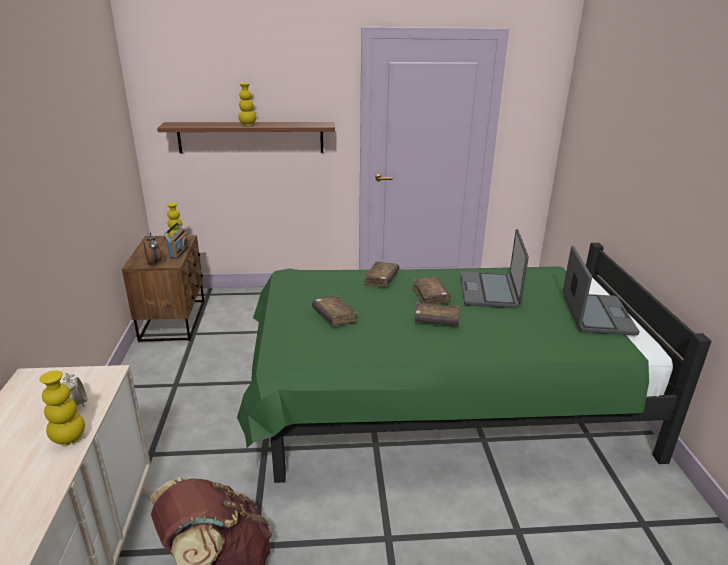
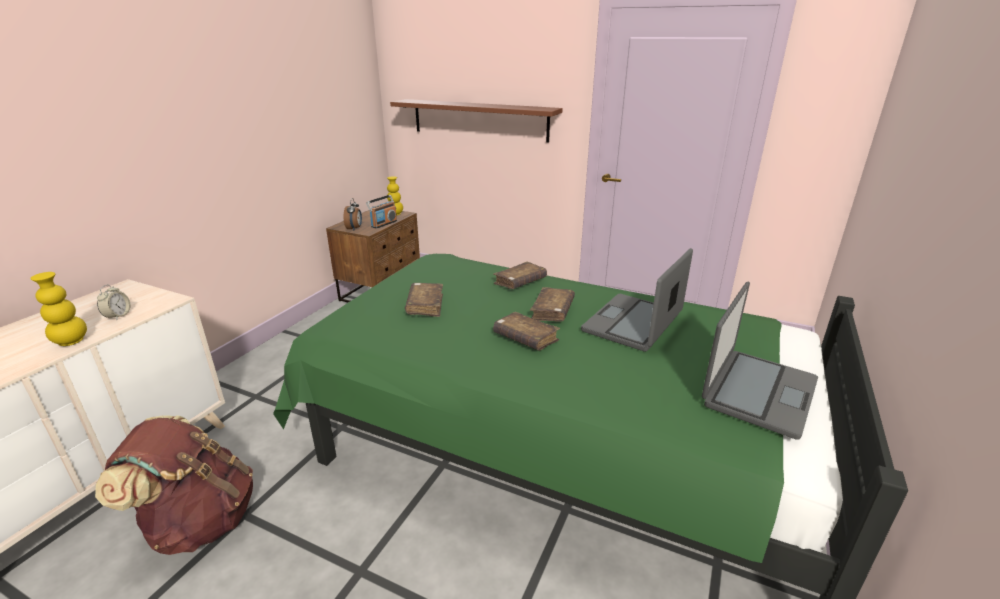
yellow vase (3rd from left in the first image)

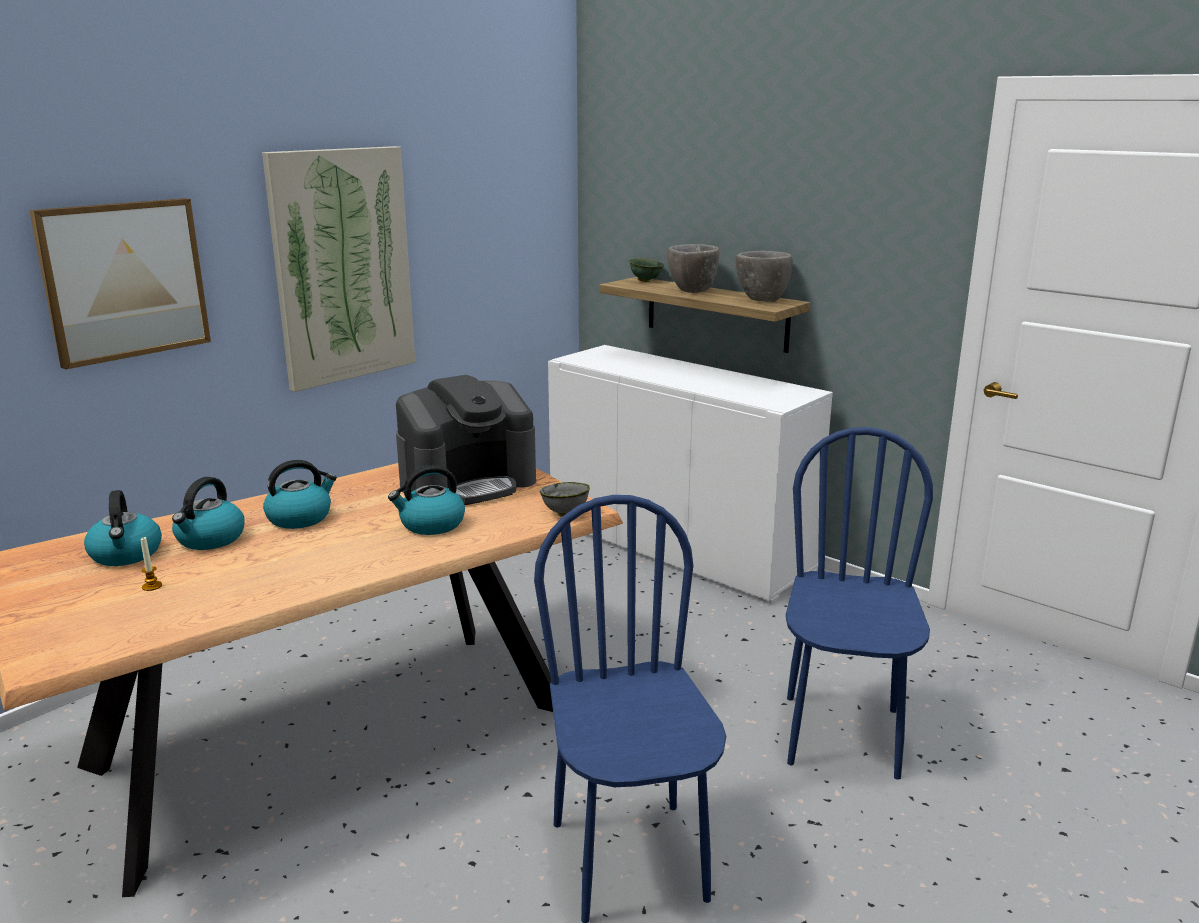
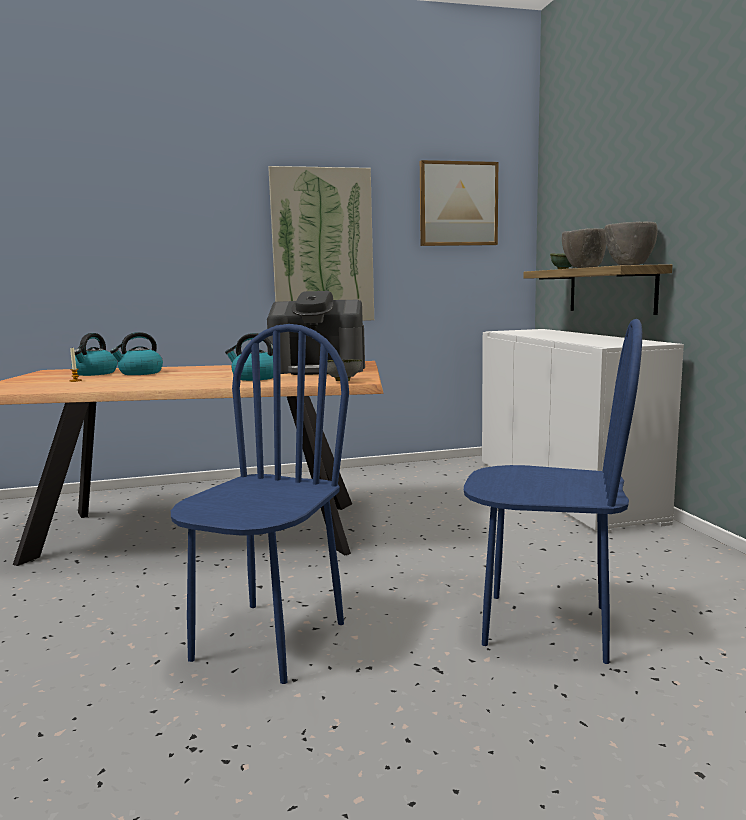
picture (2nd from left)
blue chair (2nd from left)
kettle (3rd from left in the first image)

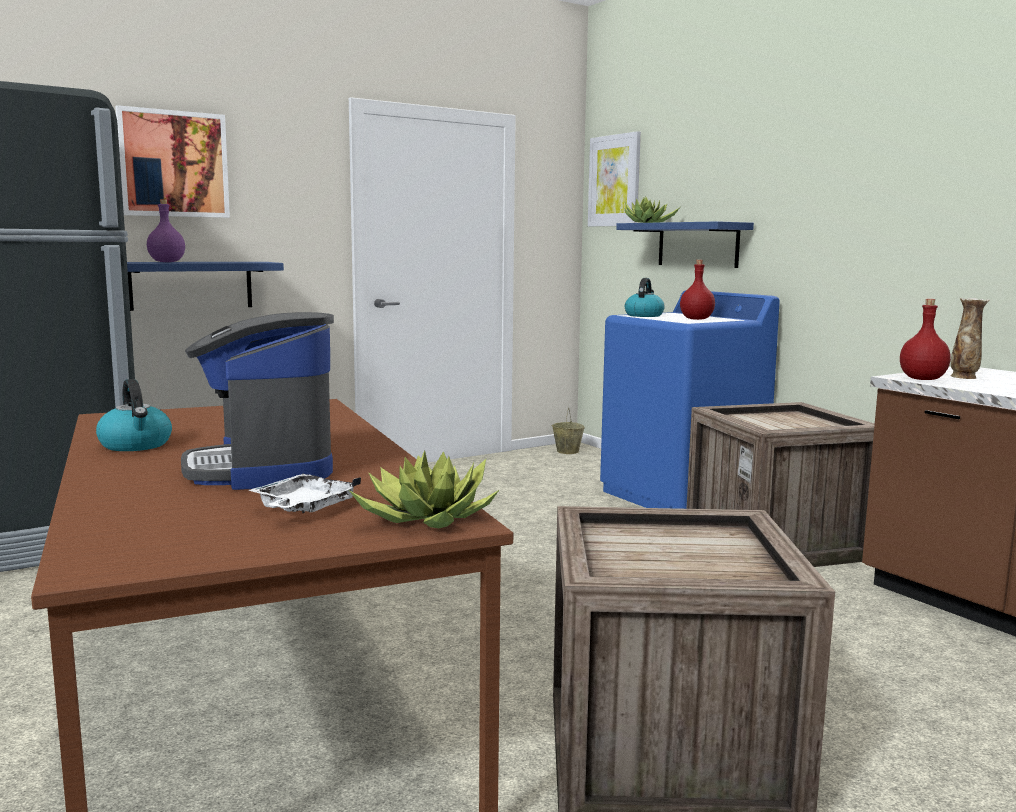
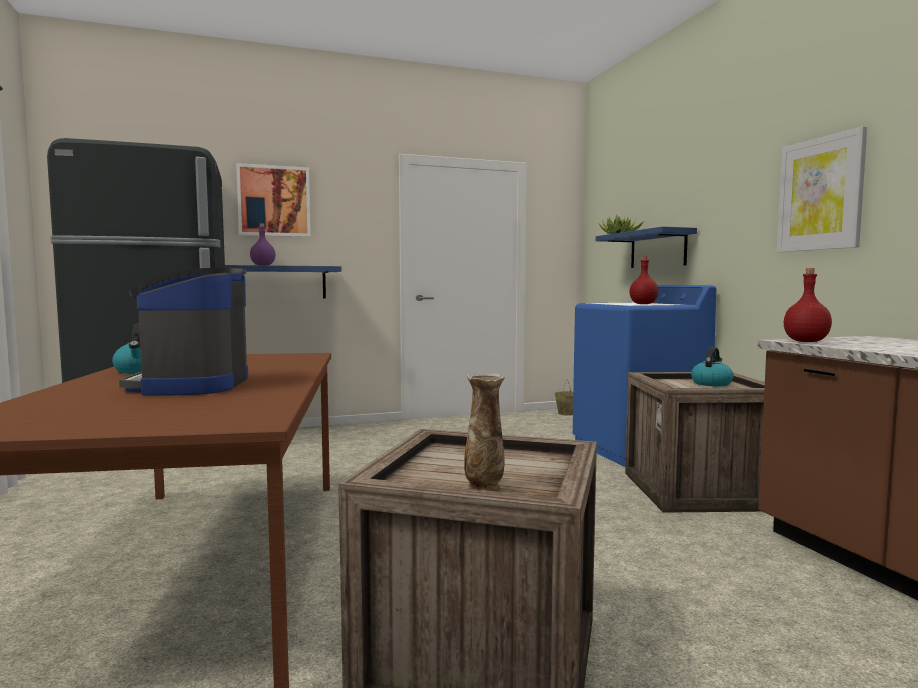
picture (2nd from left)
kettle (2nd from left)
vase
potted plant (1st from left in the first image)
white tray

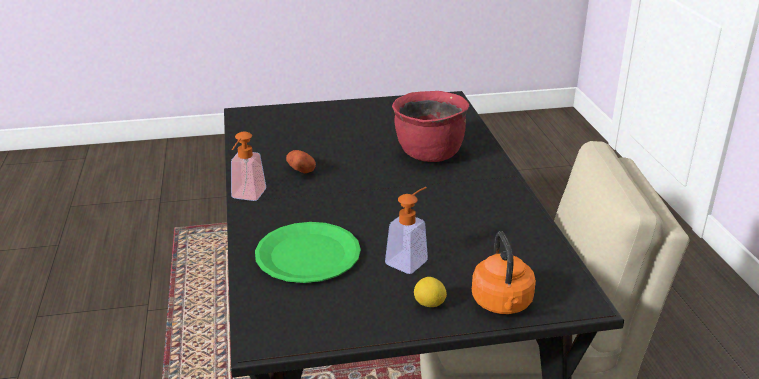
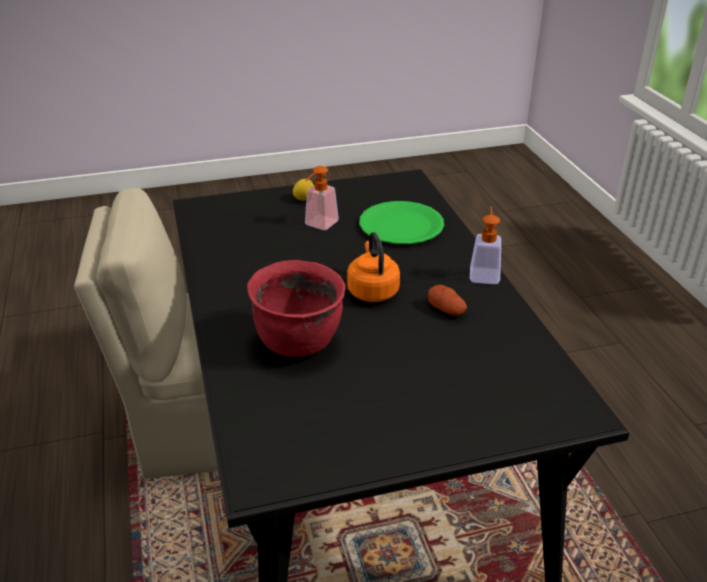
orange kettle

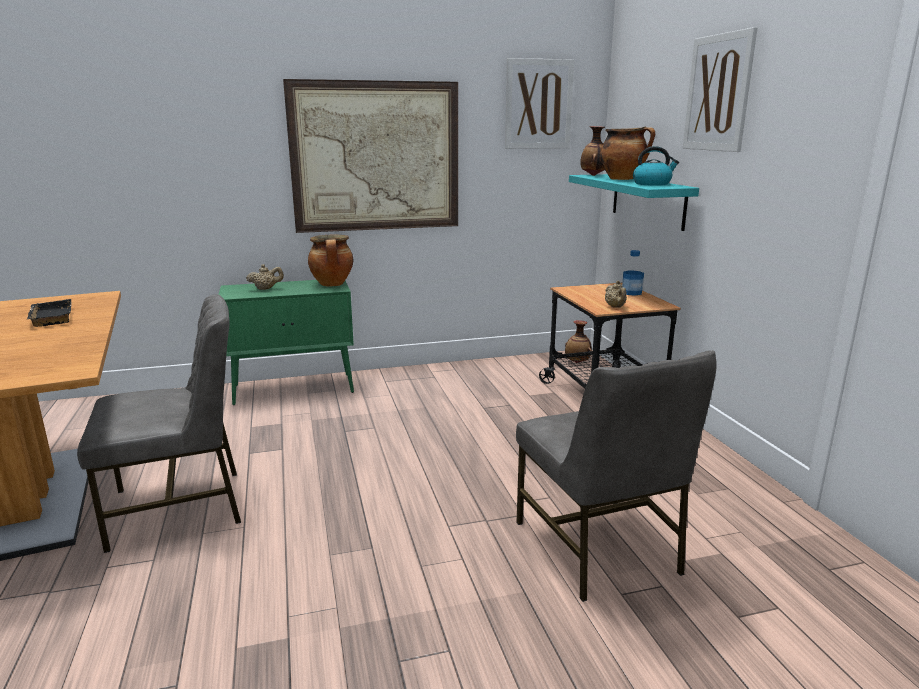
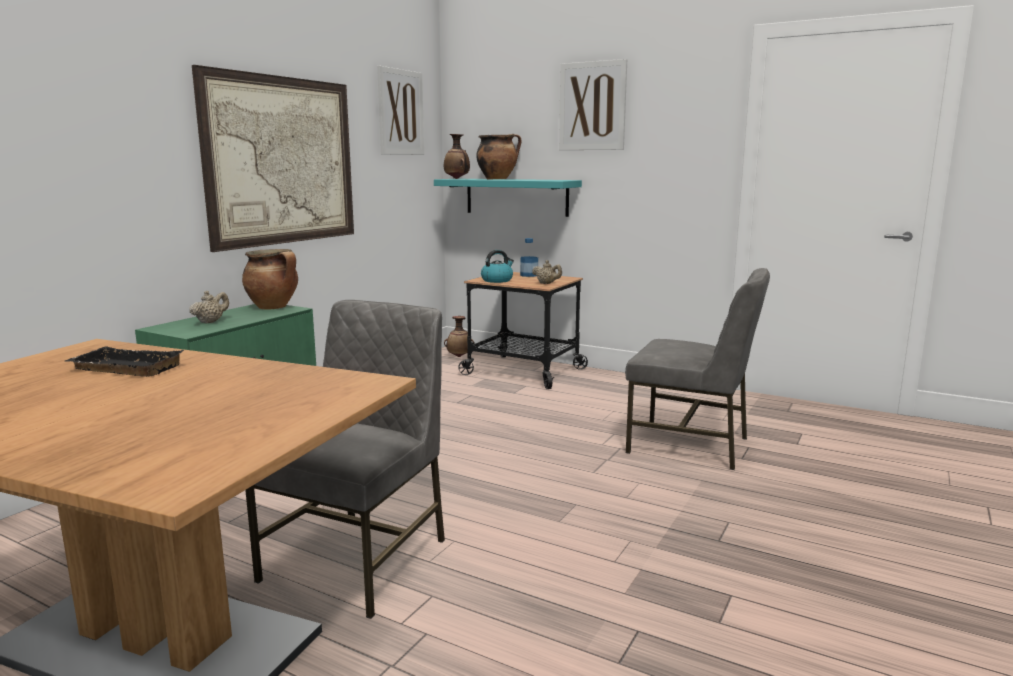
kettle

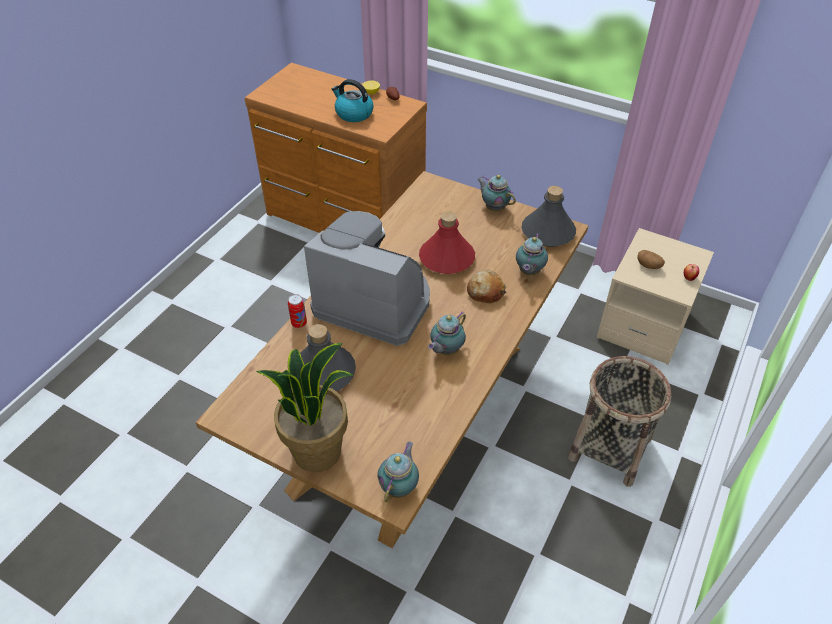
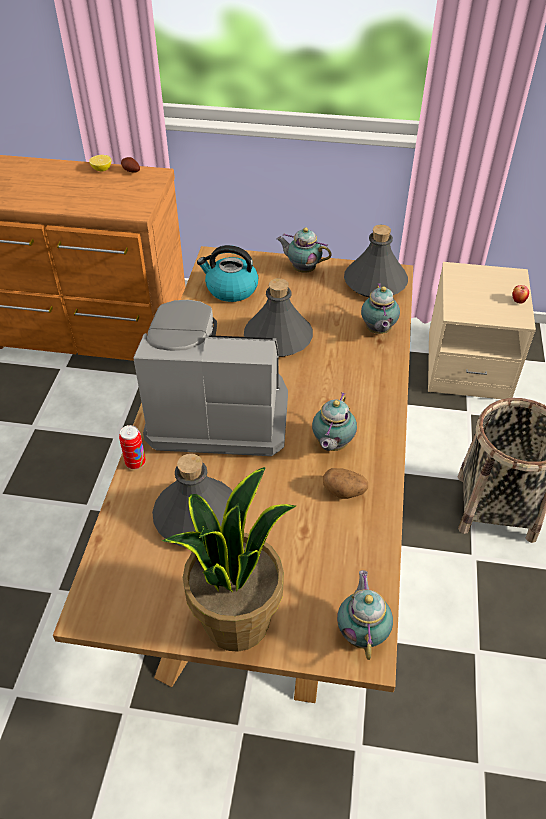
kettle
grey bottle (2nd from left)
potato (2nd from left)
bread

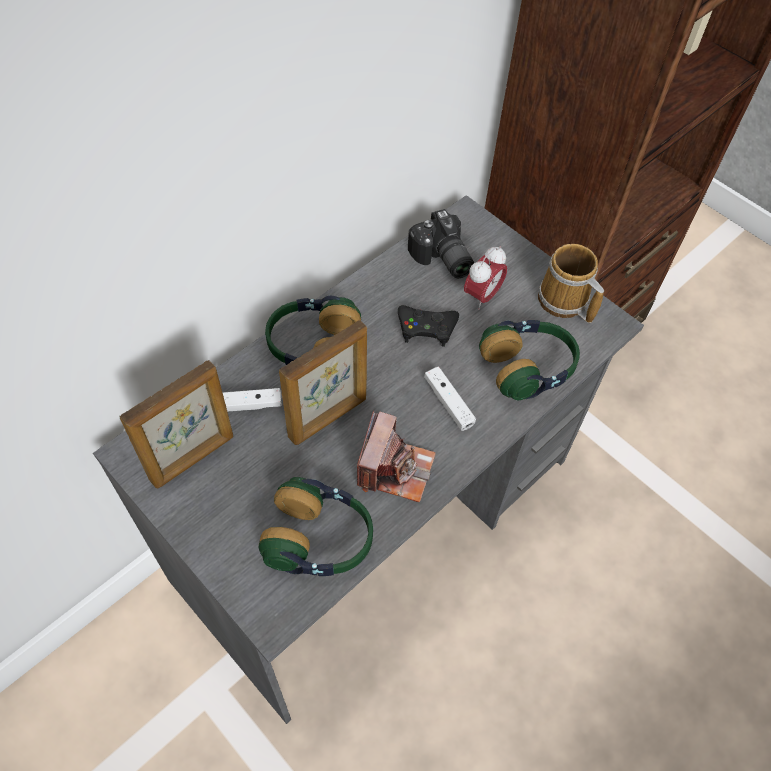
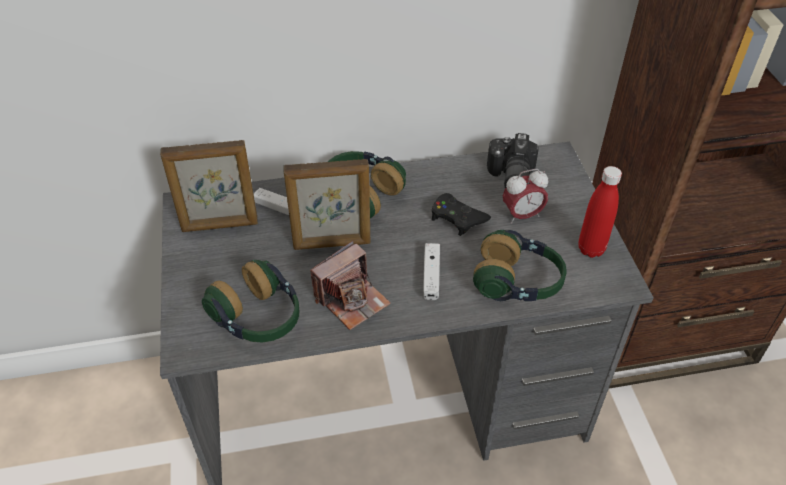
red bottle

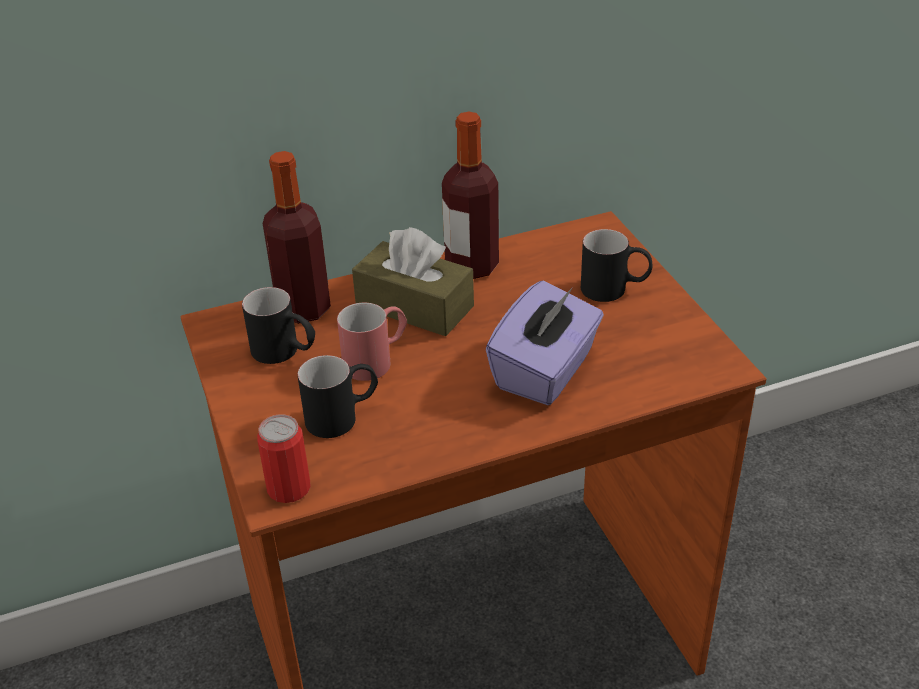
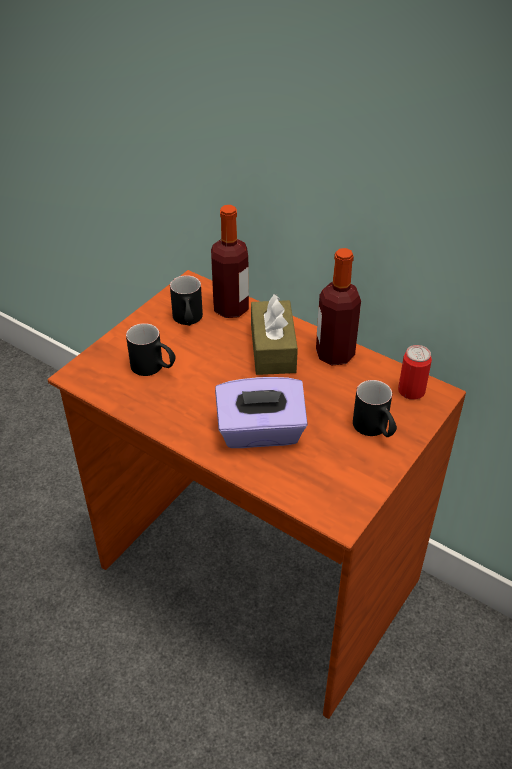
red mug
can

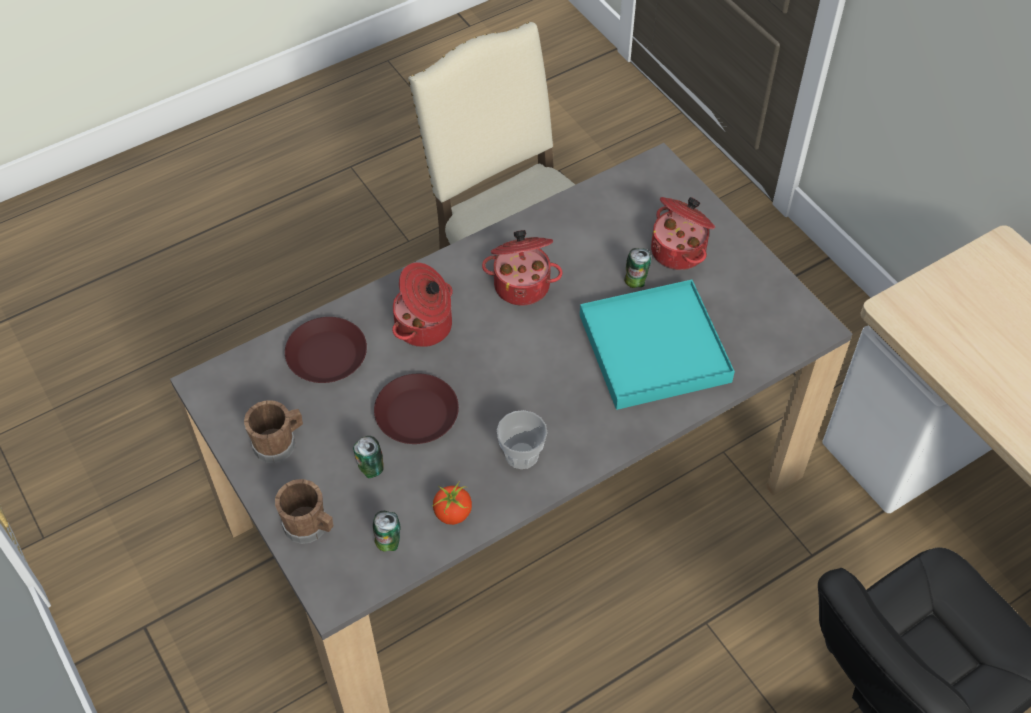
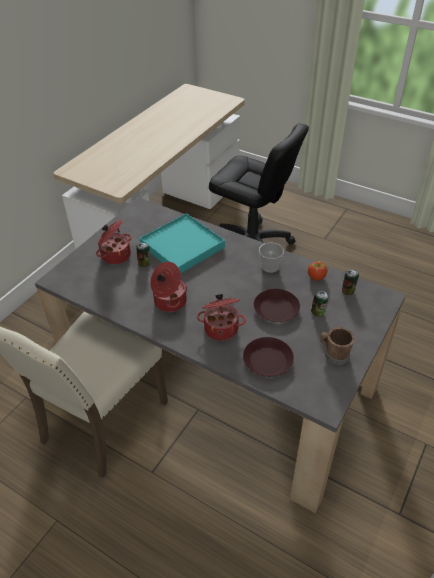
brown mug (2nd from left in the first image)

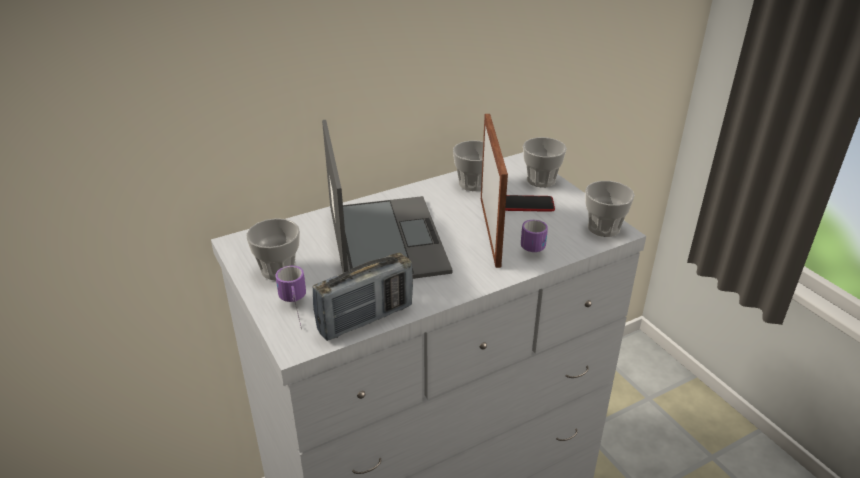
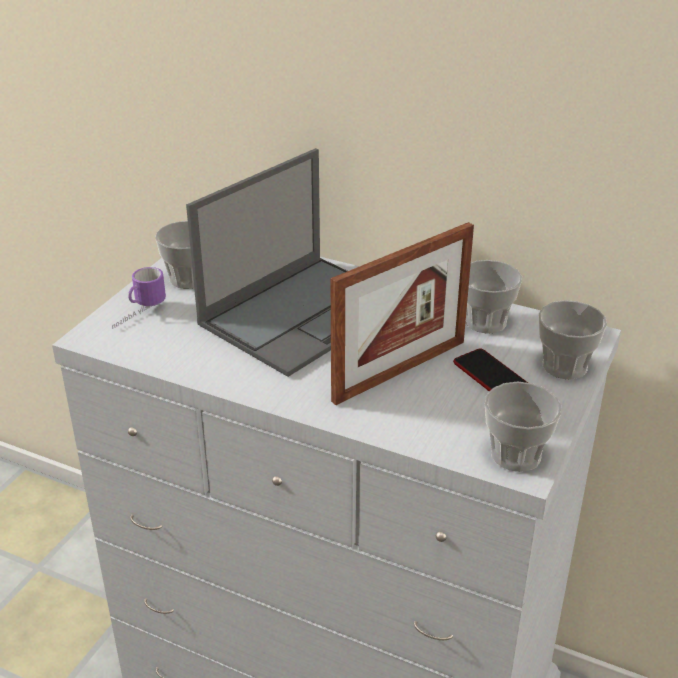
mug (2nd from left in the first image)
radio

